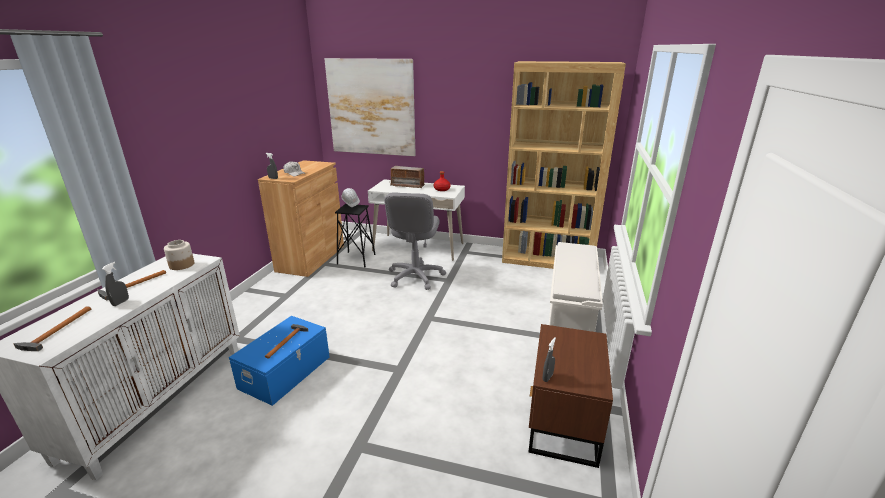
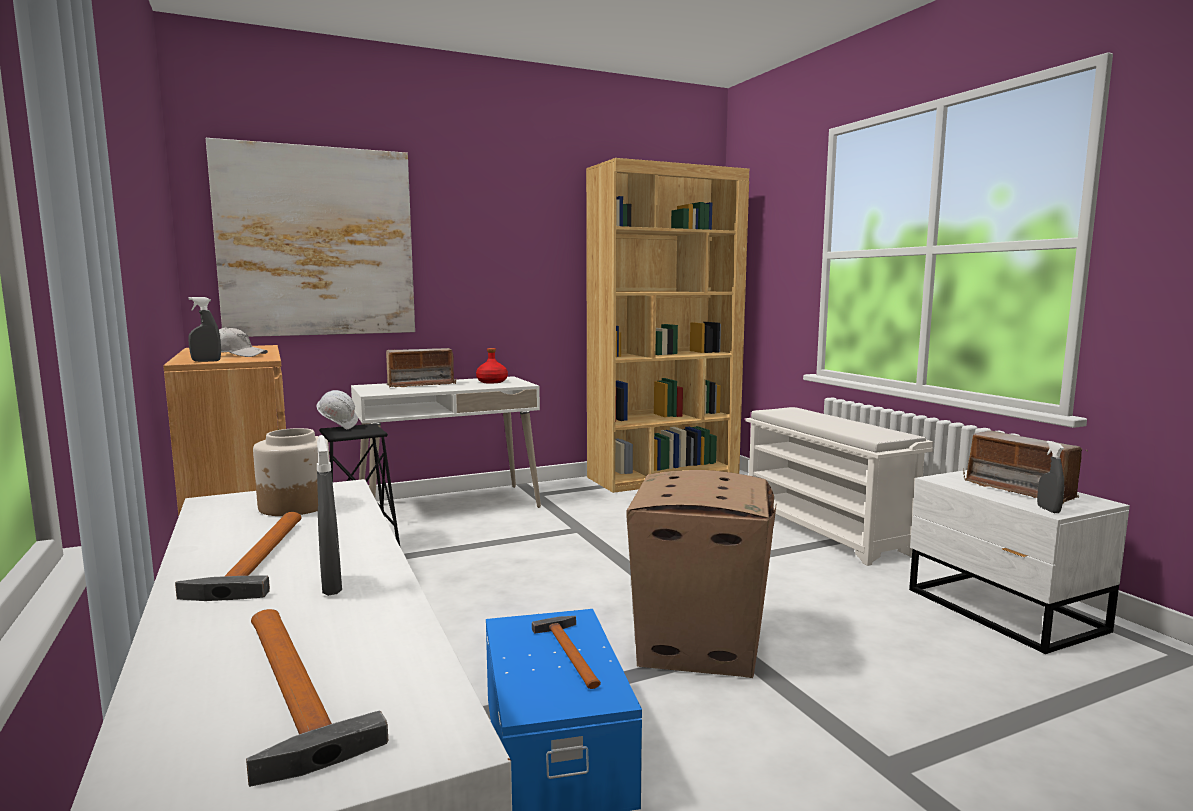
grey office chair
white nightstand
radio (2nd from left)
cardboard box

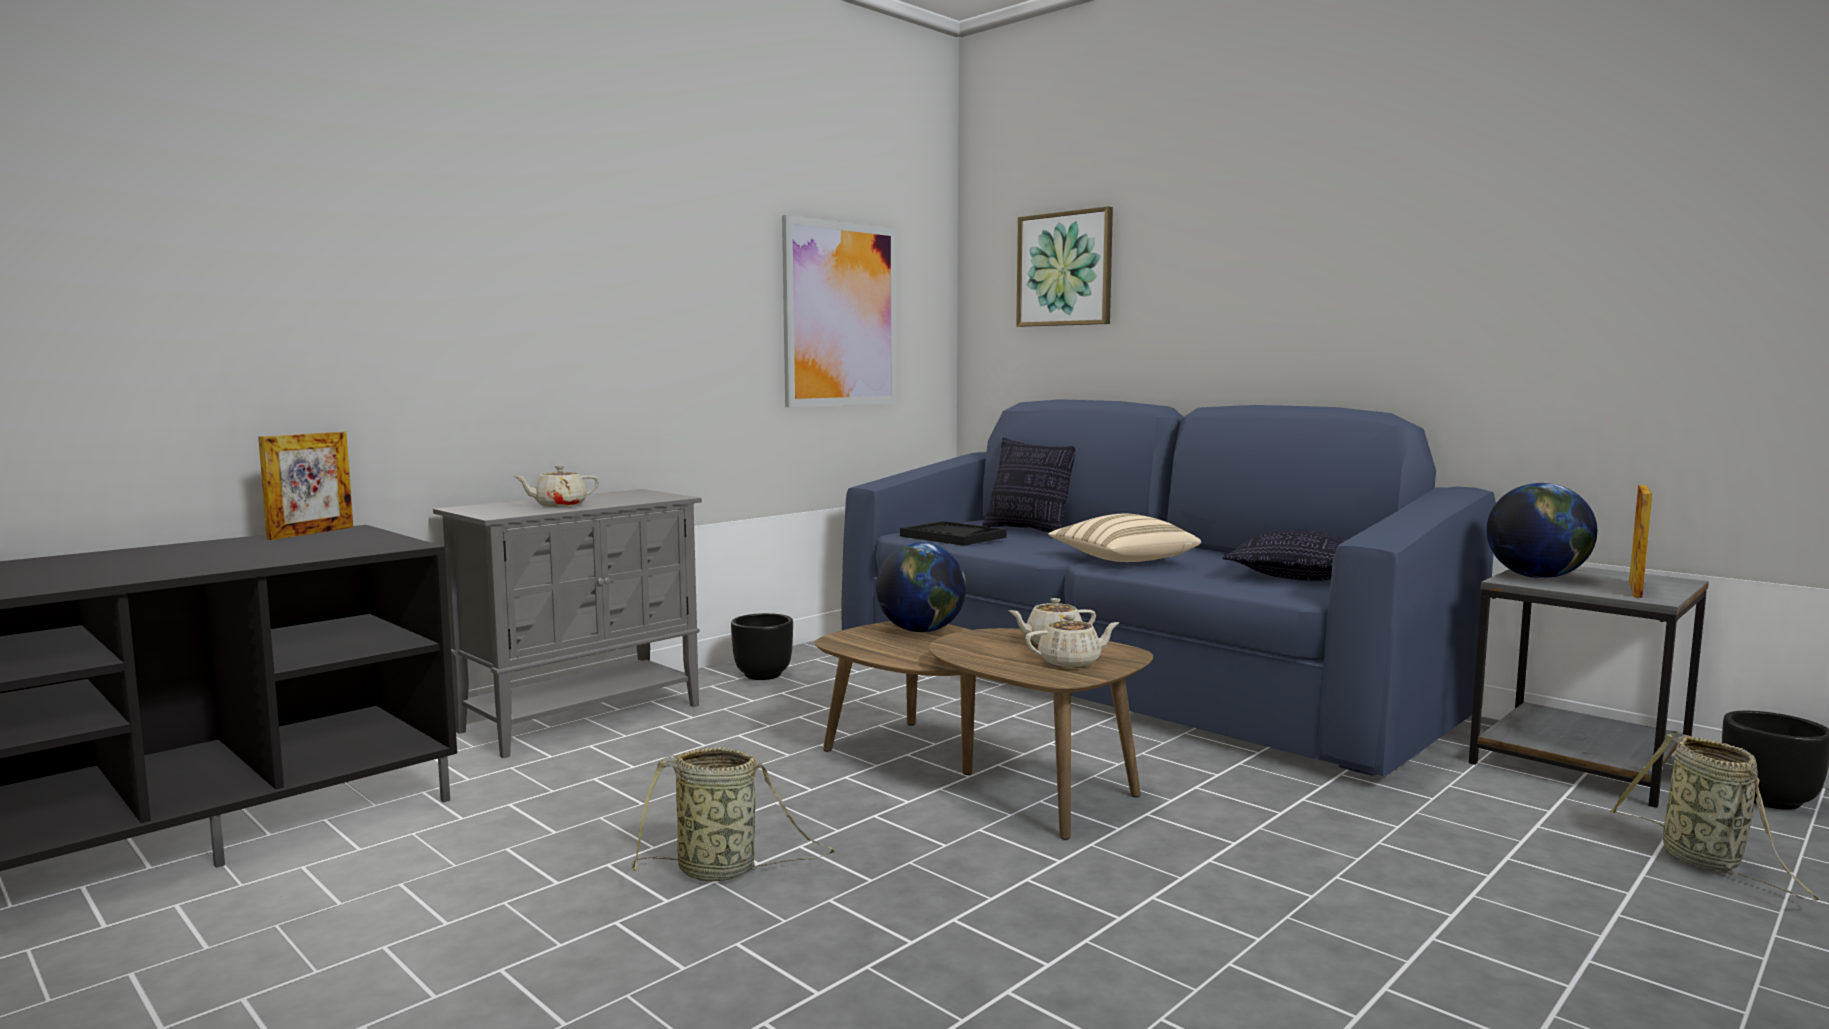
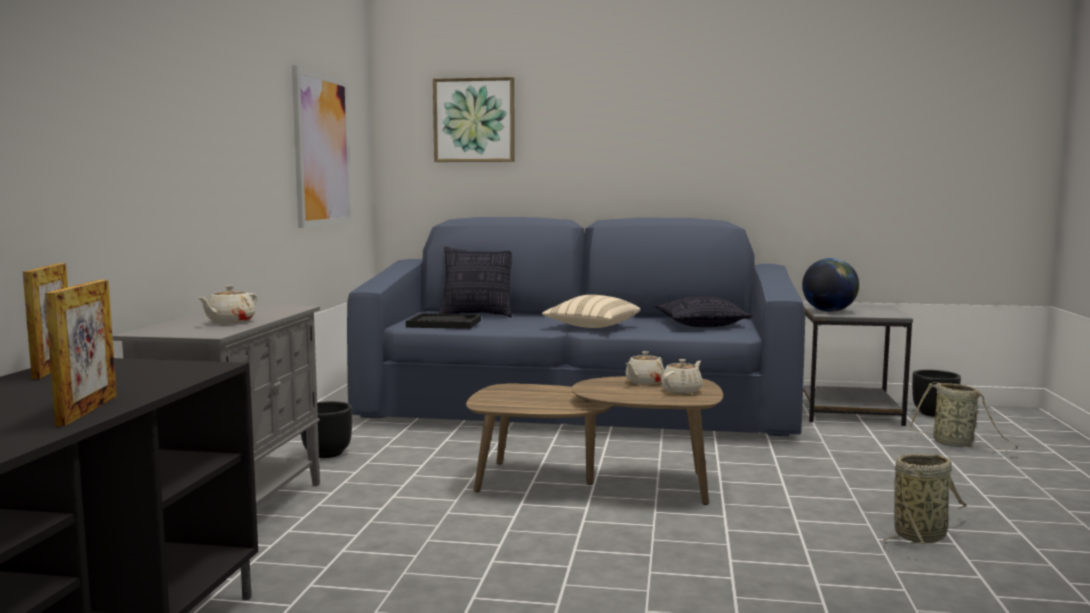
picture frame (2nd from left)
globe (1st from left in the first image)
basket (1st from left)

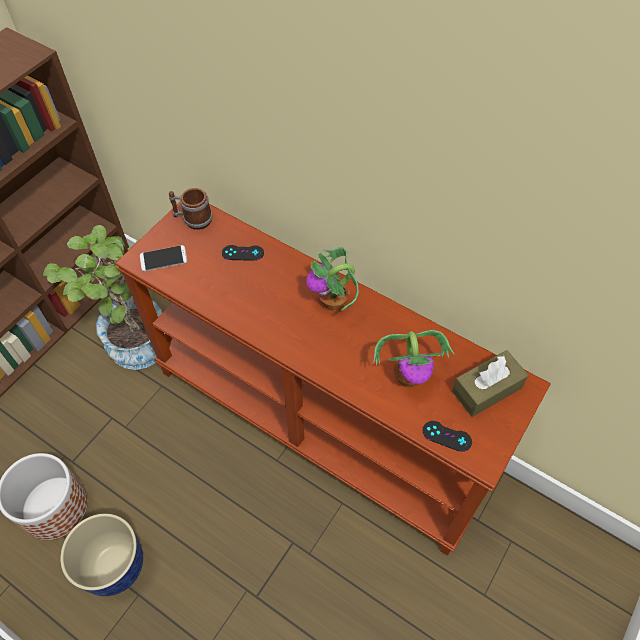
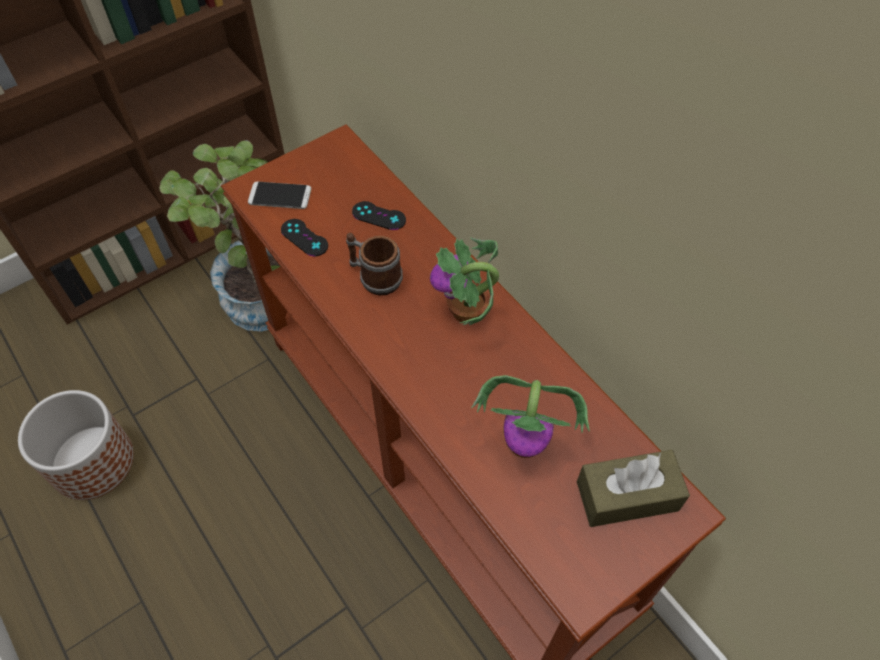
mug
black game controller (1st from left)
planter (2nd from left in the first image)

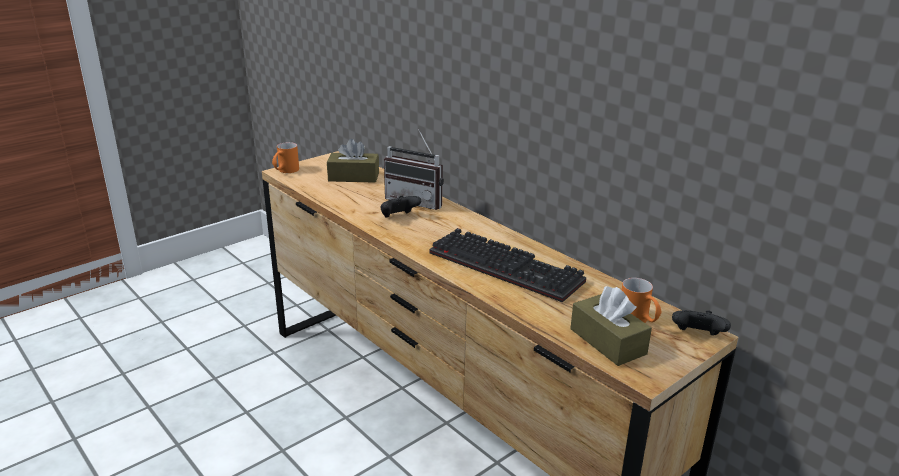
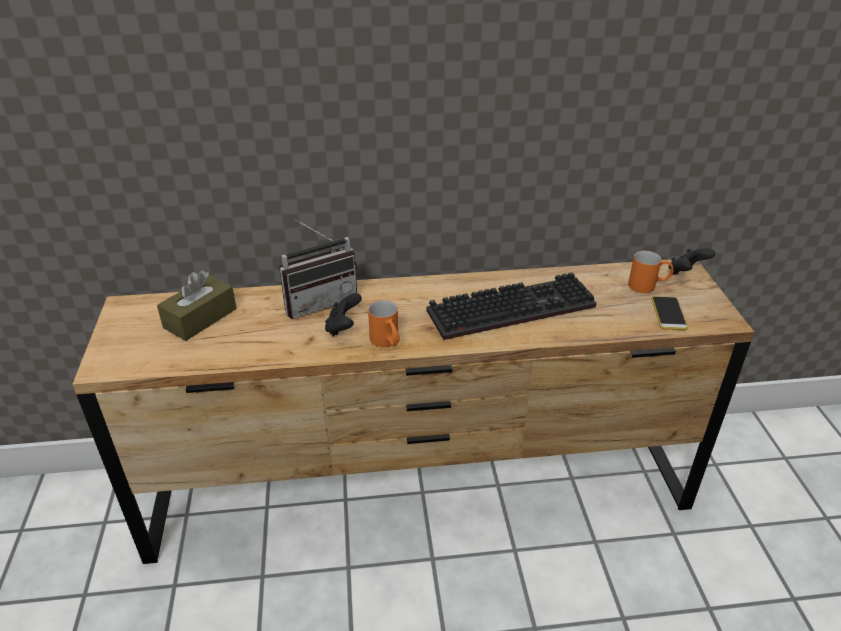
orange mug (1st from left)
phone

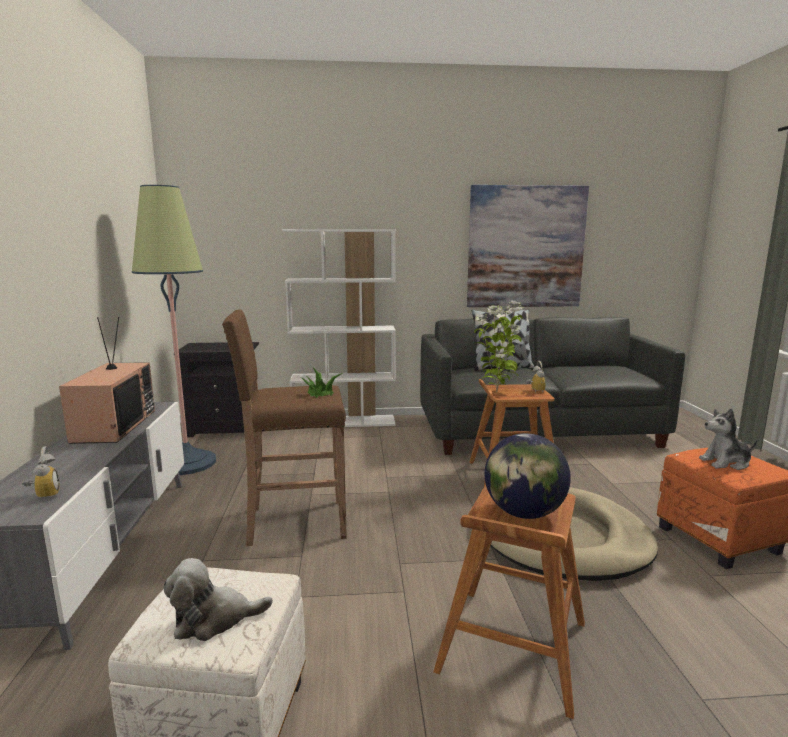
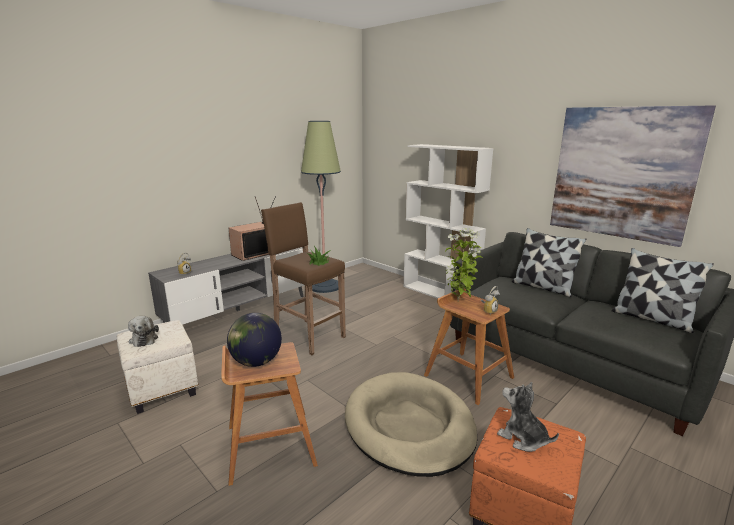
black nightstand
plush toy (1st from left)
pillow (2nd from left)

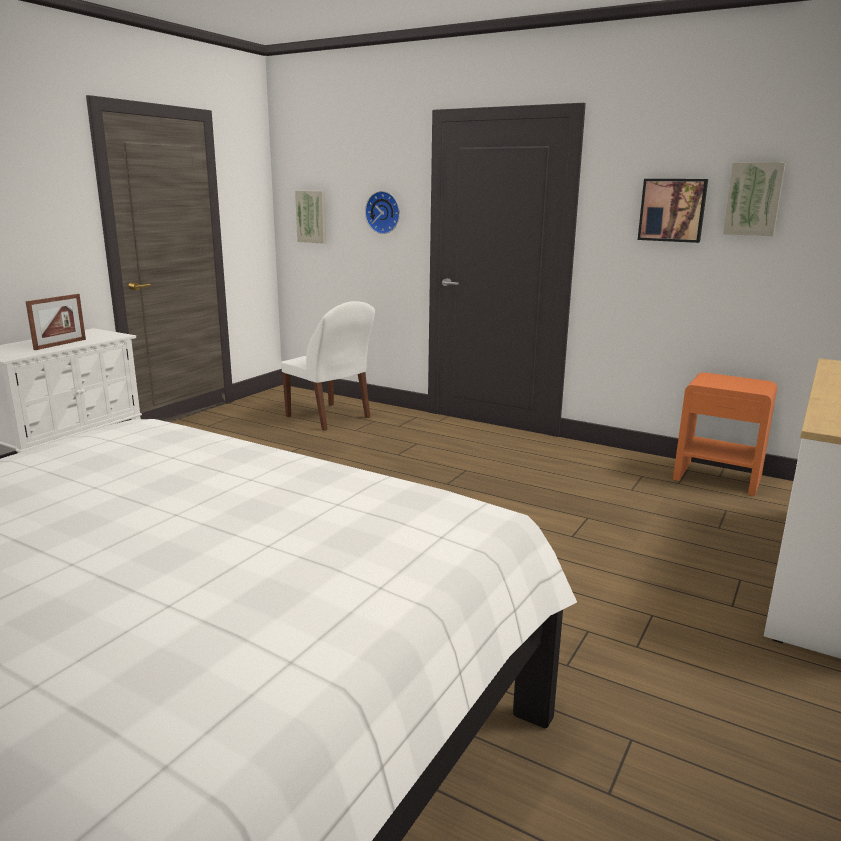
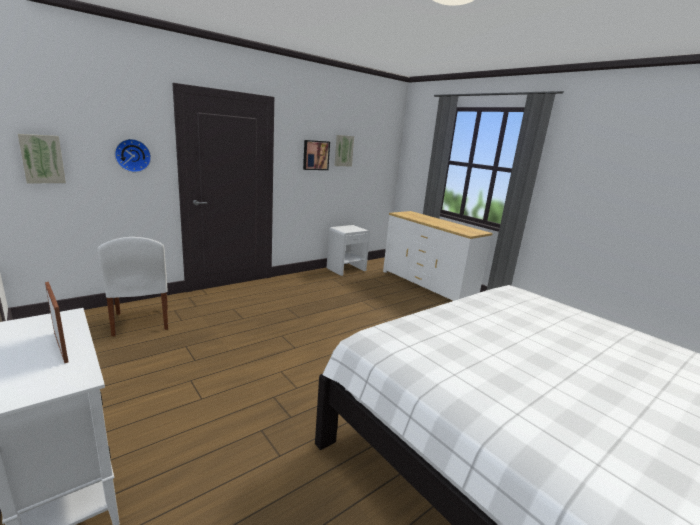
white chair
white nightstand

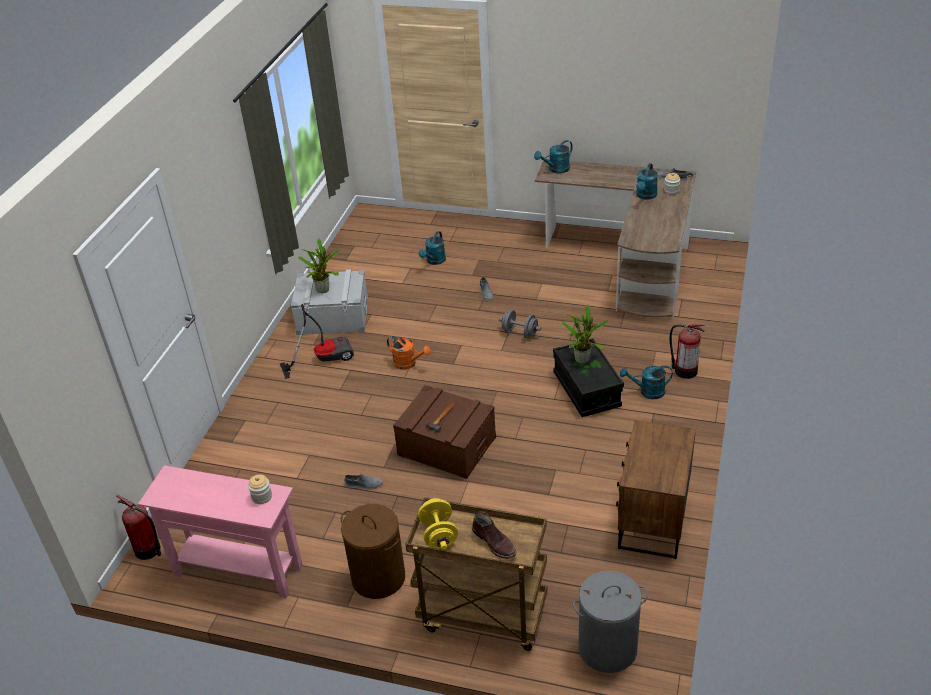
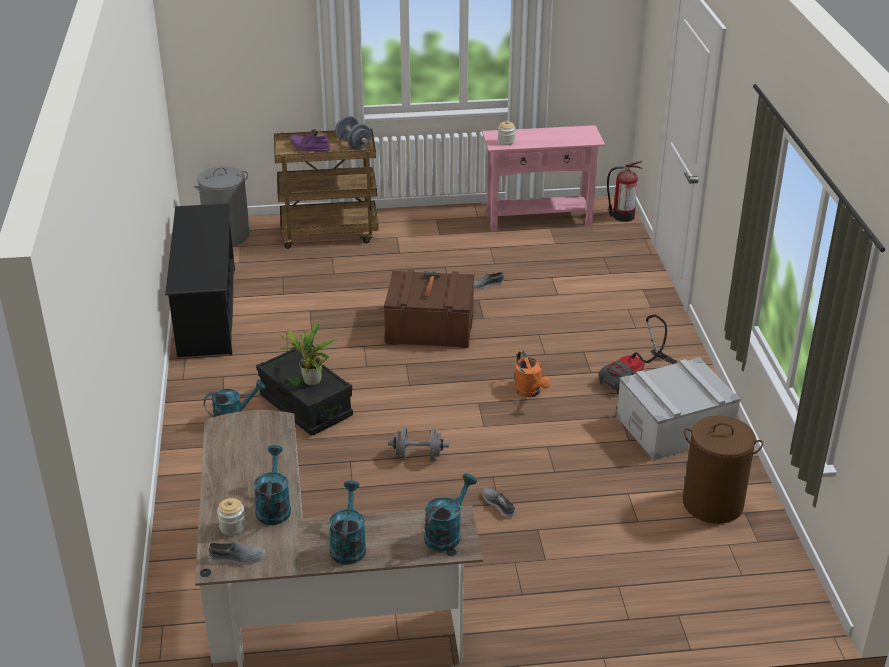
turquoise watering can (3rd from left)
potted plant (1st from left in the first image)
fire extinguisher (2nd from left in the first image)
orange watering can
black shoe rack
grey dumbbell (1st from left)
brown laundry basket
purple boot

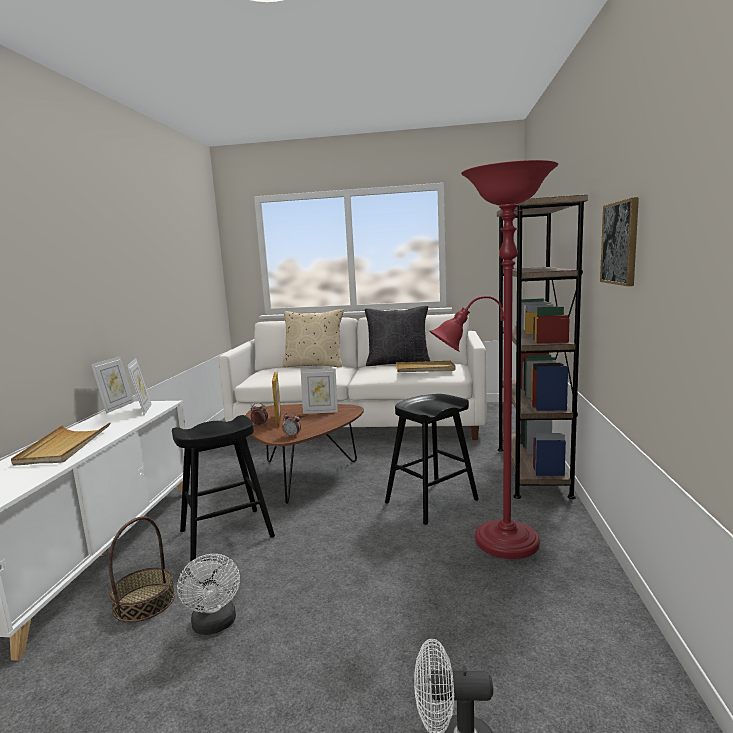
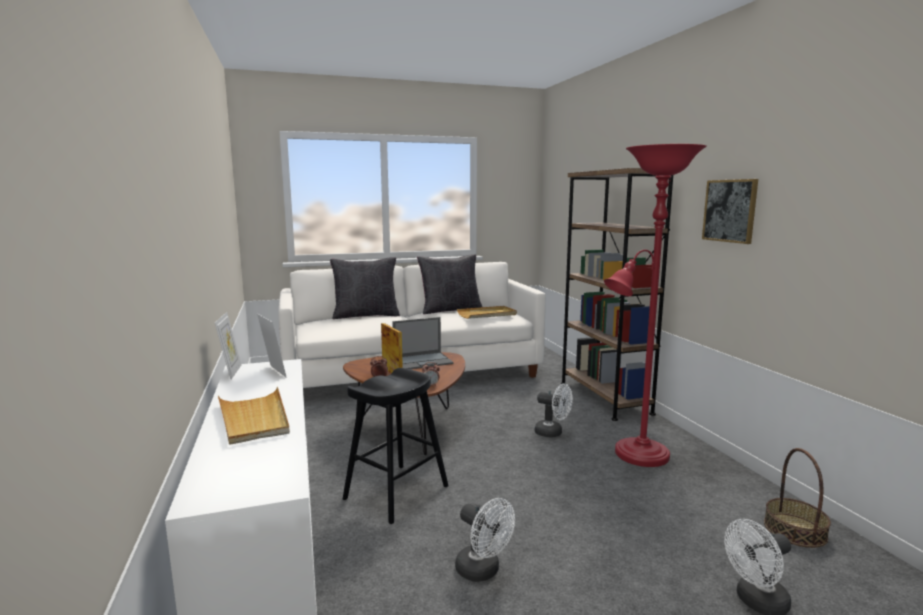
black pillow (1st from left)
laptop
white fan (2nd from left)
basket

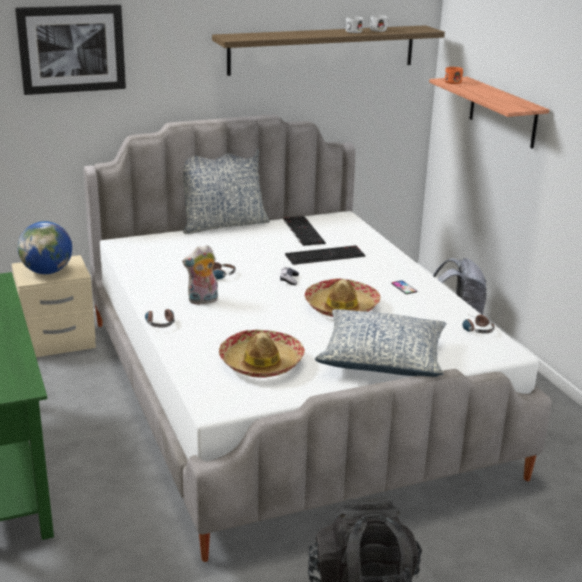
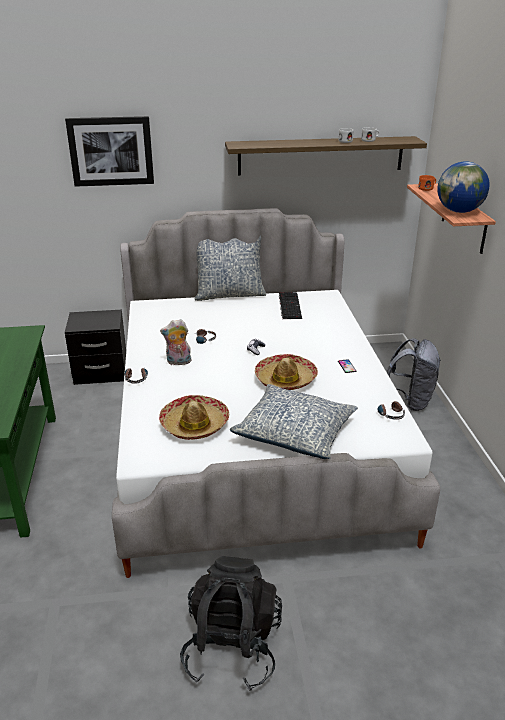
globe
keyboard (2nd from left in the first image)
black nightstand

